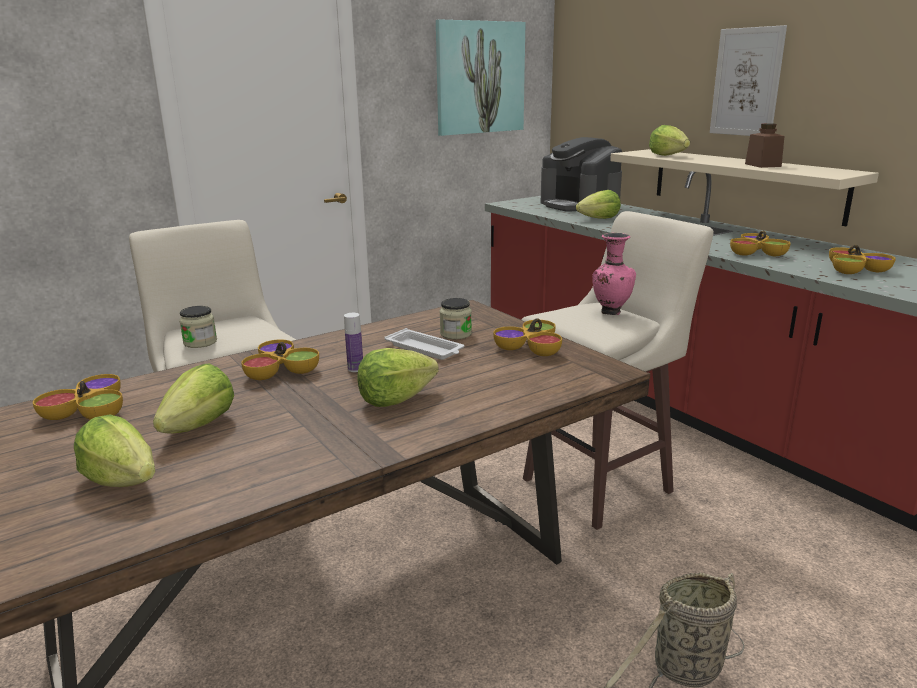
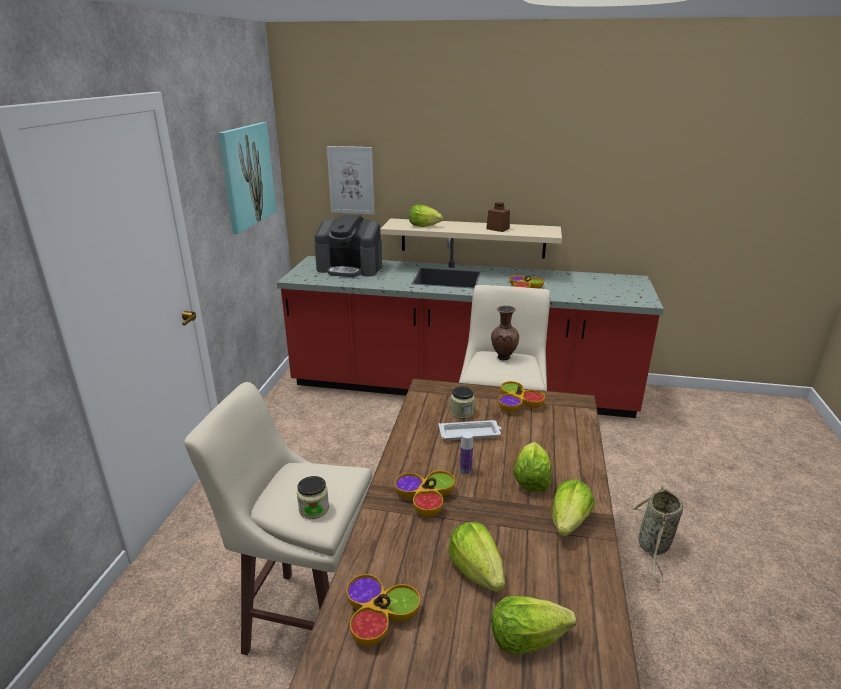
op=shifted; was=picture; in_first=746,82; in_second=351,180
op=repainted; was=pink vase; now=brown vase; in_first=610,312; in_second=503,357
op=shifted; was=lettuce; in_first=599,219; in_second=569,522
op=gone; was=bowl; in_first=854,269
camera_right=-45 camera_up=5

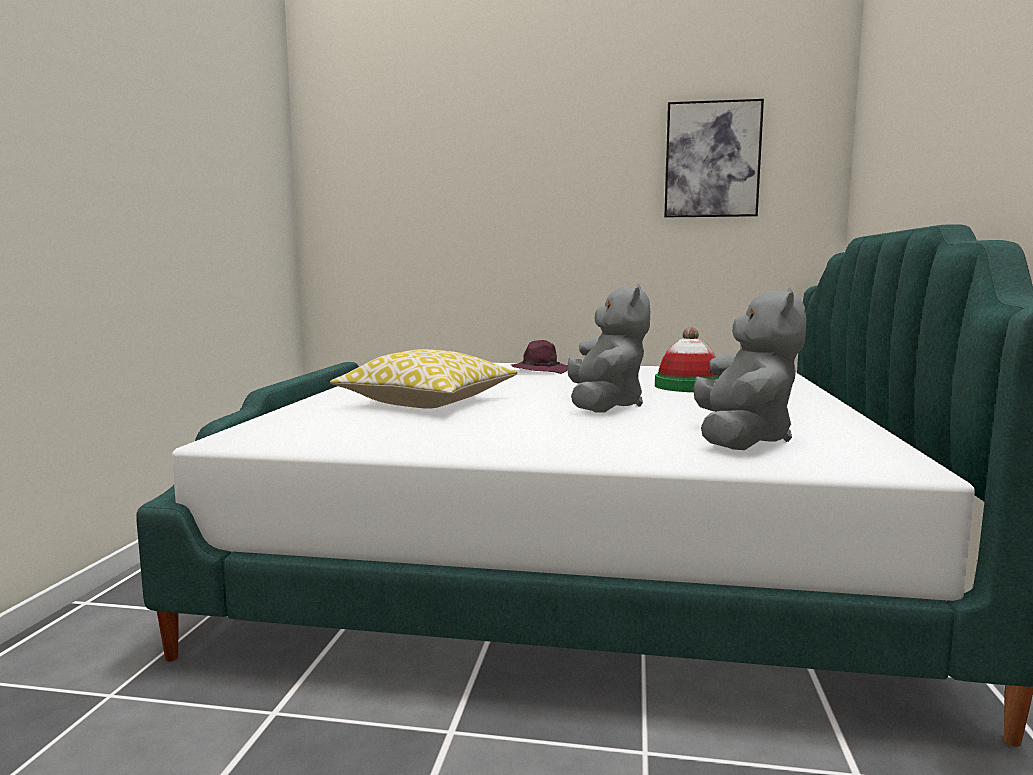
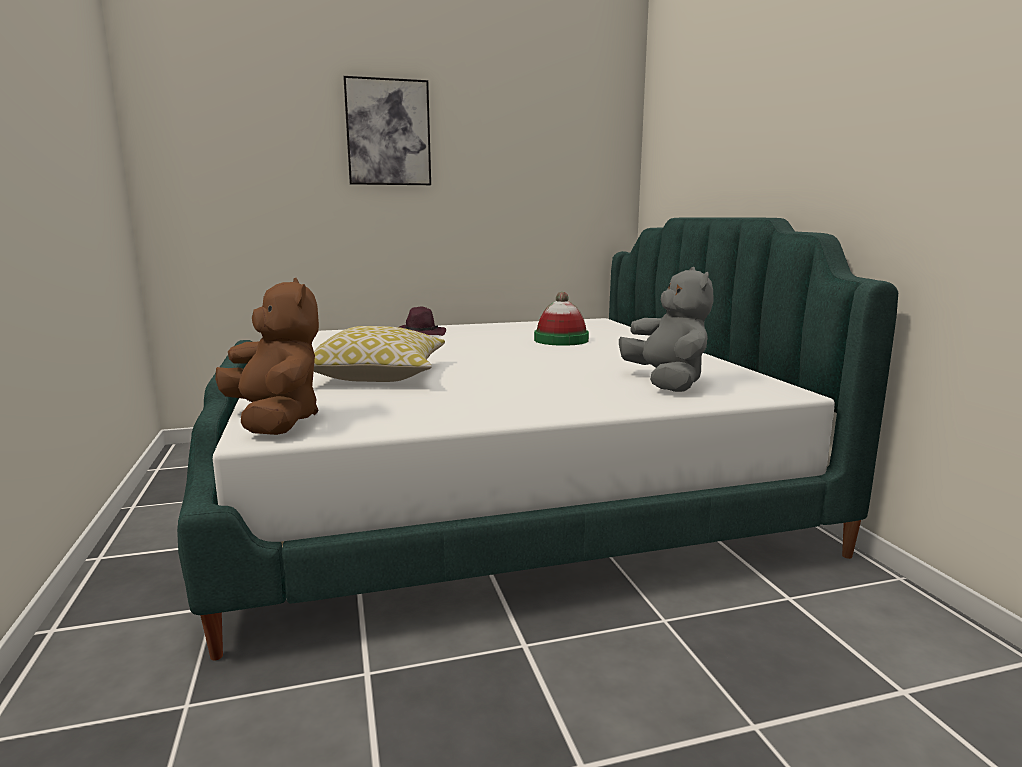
op=new; now=brown plush toy; in_second=275,421
op=shifted; was=picture; in_first=712,159; in_second=388,132
op=gone; was=grey plush toy; in_first=604,406
camera_right=-25 camera_up=5

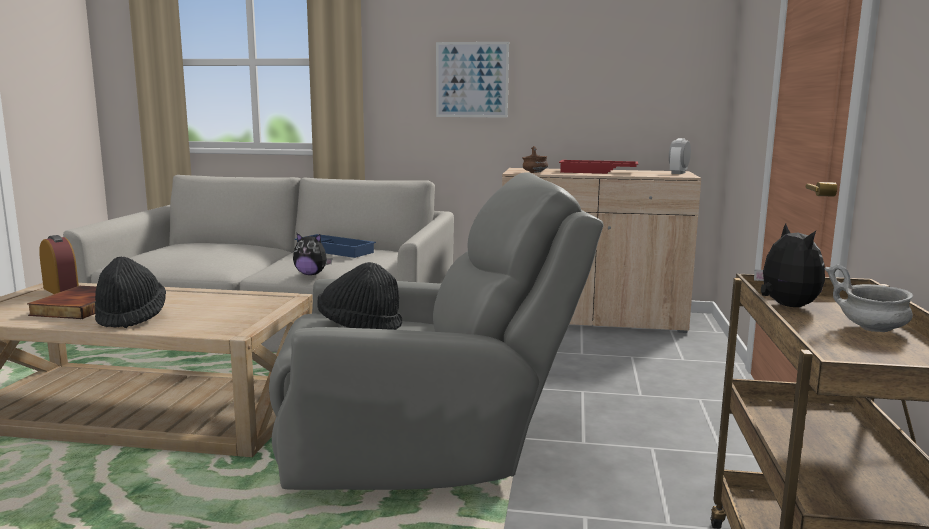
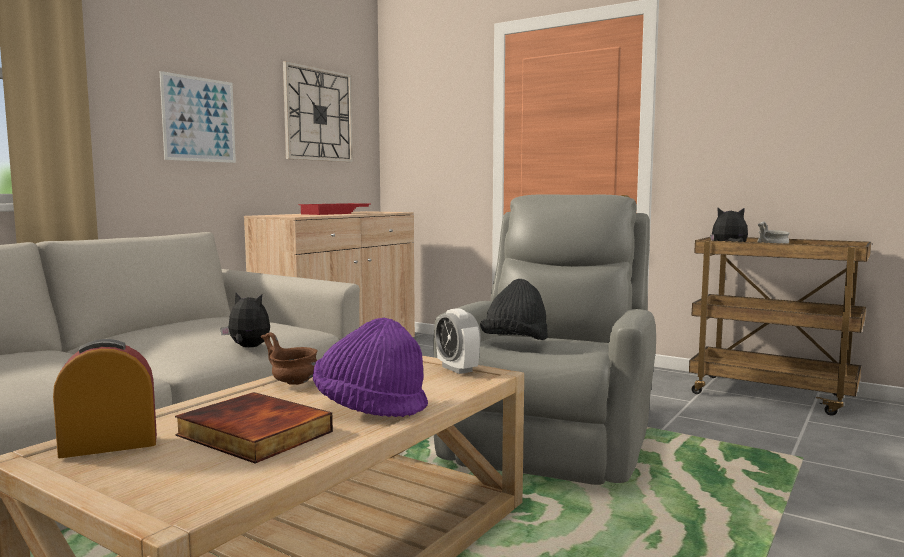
op=rotated; was=plush toy; in_first=311,274; in_second=248,348; clockwise=-105
op=shifted; was=brown bowl; in_first=534,172; in_second=293,382
op=new; now=wall clock; in_second=318,115
op=repainted; was=black hat; now=purple hat; in_first=131,317; in_second=370,406
op=shifted; was=alarm clock; in_first=678,173; in_second=457,369
op=gone; was=blue tray; in_first=336,250
camera_right=-65 camera_up=-5

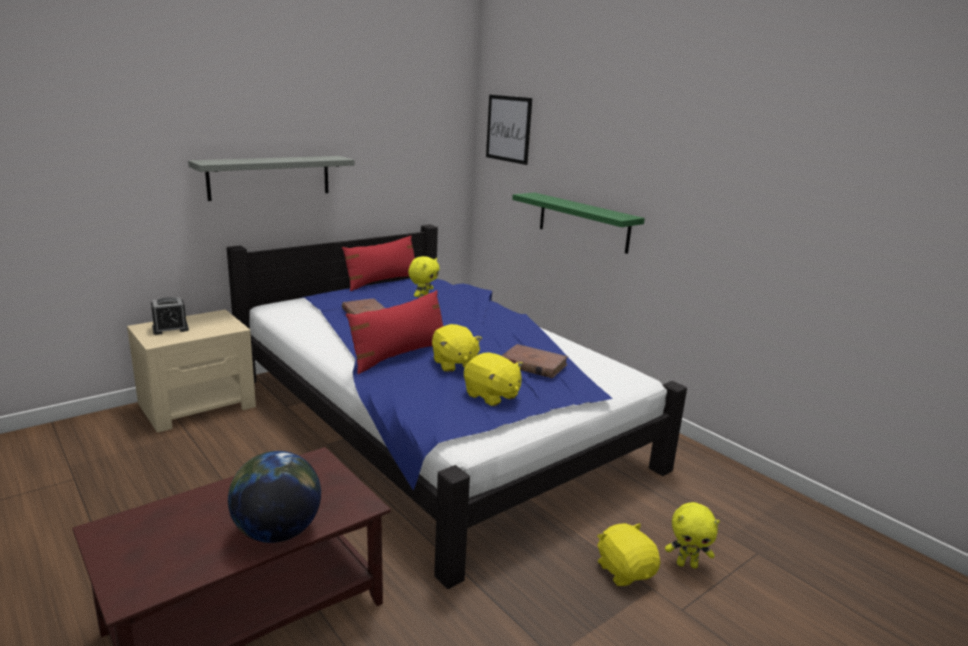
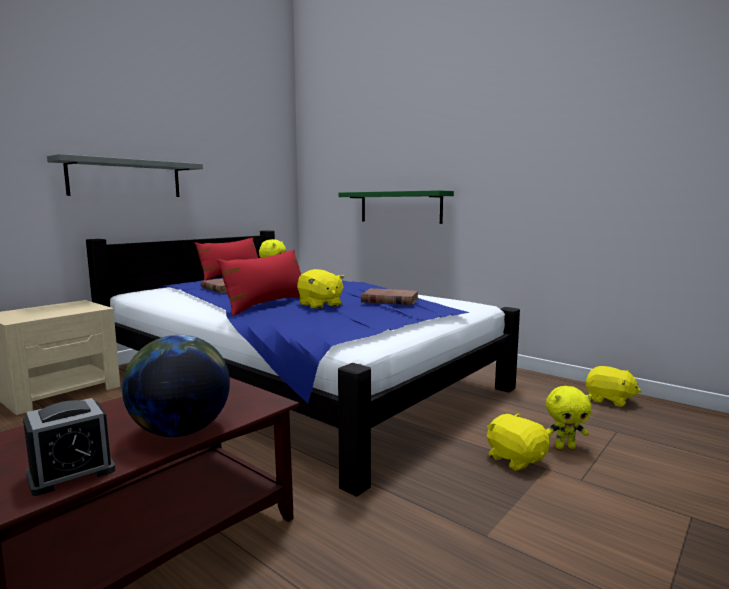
op=shifted; was=alarm clock; in_first=170,329; in_second=71,472
op=shifted; was=yellow plush toy; in_first=491,396; in_second=609,400
op=gone; was=picture; in_first=508,129
camera_right=-10 camera_up=-10

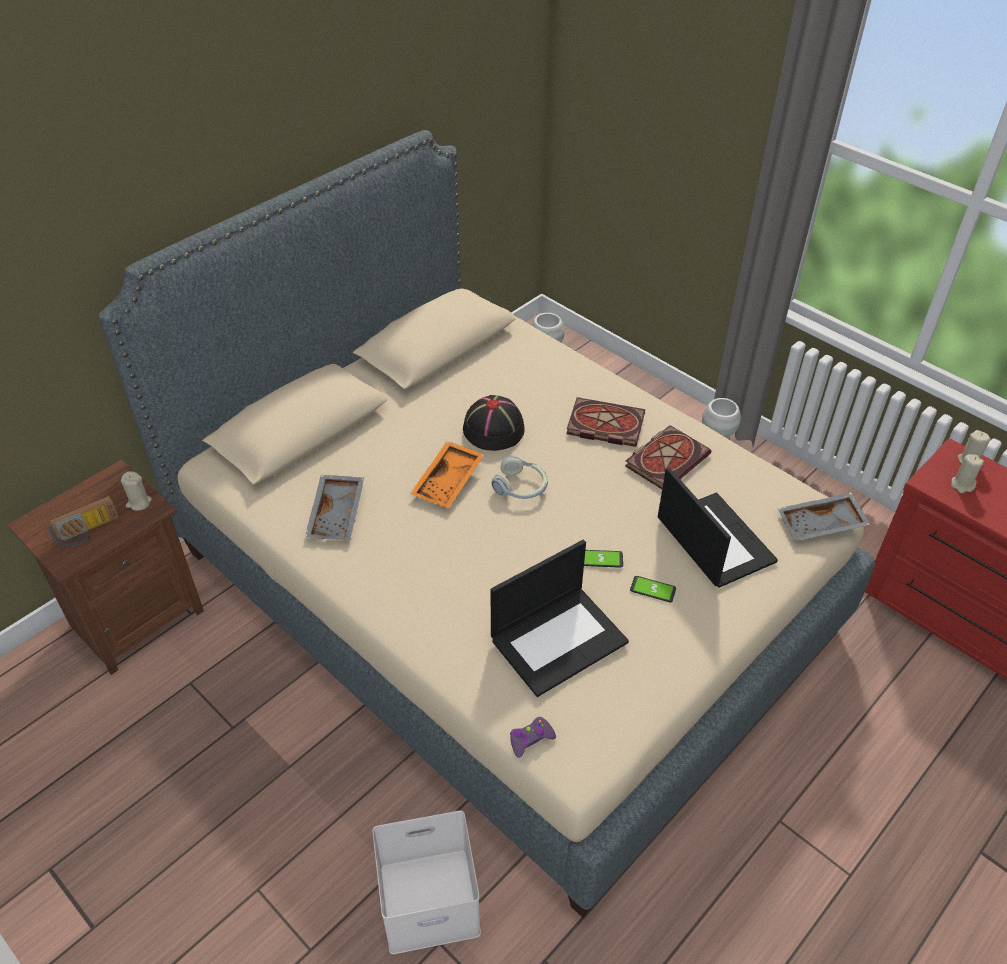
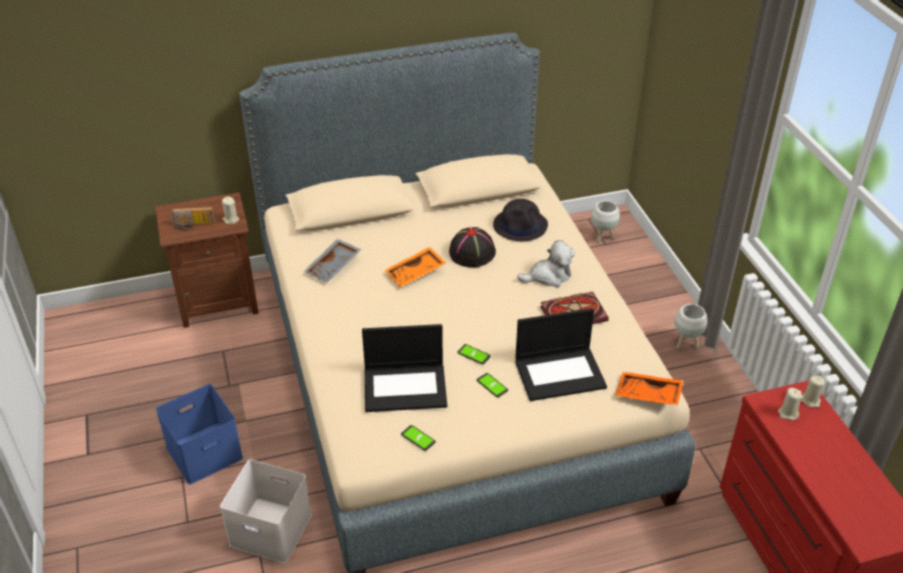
op=new; now=blue storage box; in_second=205,451
op=new; now=phone; in_second=418,438
op=new; now=black hat; in_second=520,225
op=rotated; was=laptop; in_first=713,540; in_second=560,373; clockwise=75
op=swapped; was=book; now=plush toy; in_first=603,425; in_second=548,276
op=repainted; was=grey tray; now=orange tray; in_first=821,525; in_second=648,395
op=gone; was=headphones; in_first=521,487
op=gone; was=purple game controller; in_first=530,739
camera_right=30 camera_up=-5

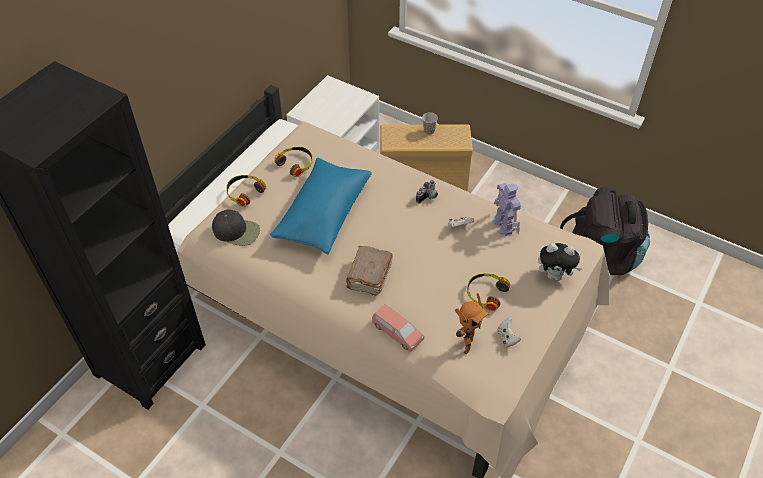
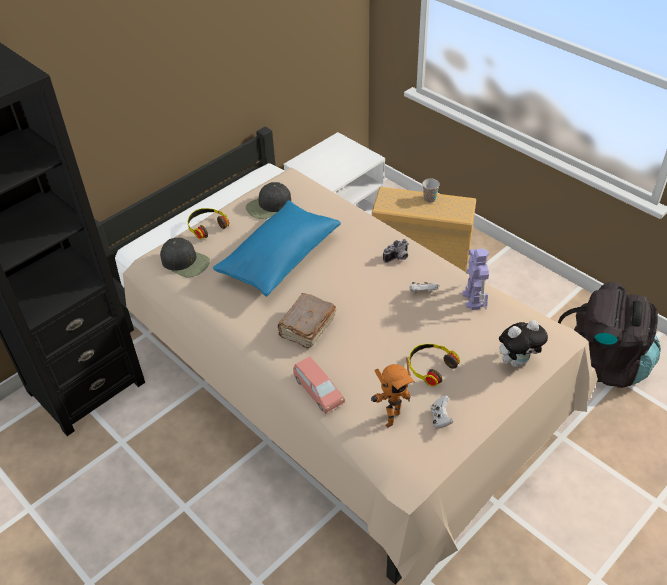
op=swapped; was=headphones; now=black cap; in_first=296,163; in_second=269,206
op=rotated; was=plush toy; in_first=555,275; in_second=517,361; clockwise=-45
camera_right=15 camera_up=-5

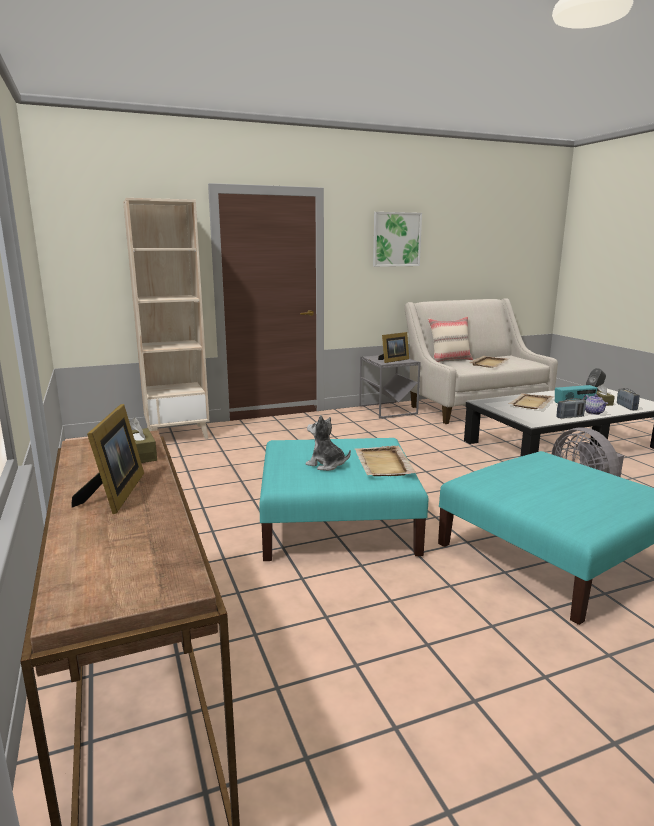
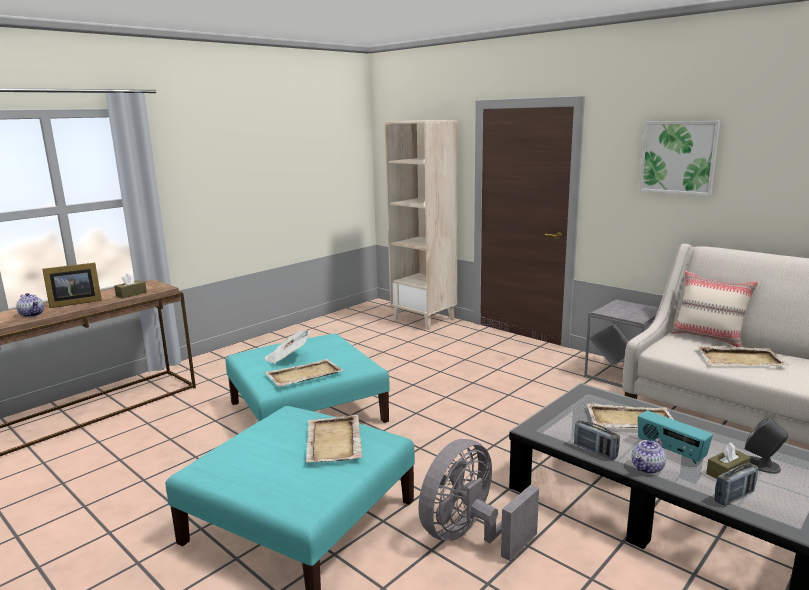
op=new; now=teapot; in_second=32,314
op=swapped; was=plush toy; now=newspaper; in_first=326,465; in_second=287,358
op=new; now=beige tray; in_second=333,442
op=gone; was=picture frame; in_first=393,360
camera_right=65 camera_up=0

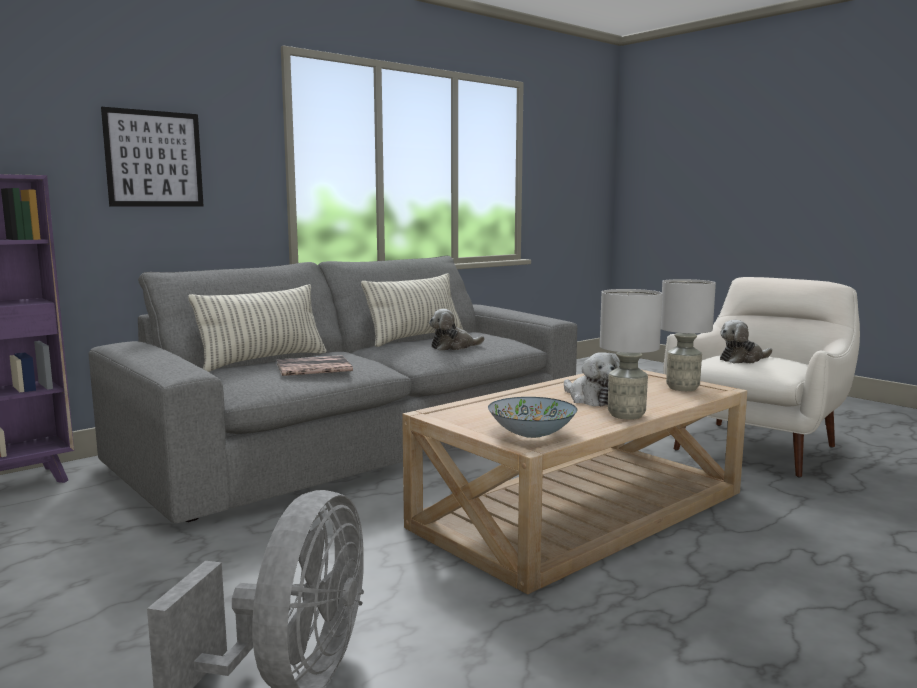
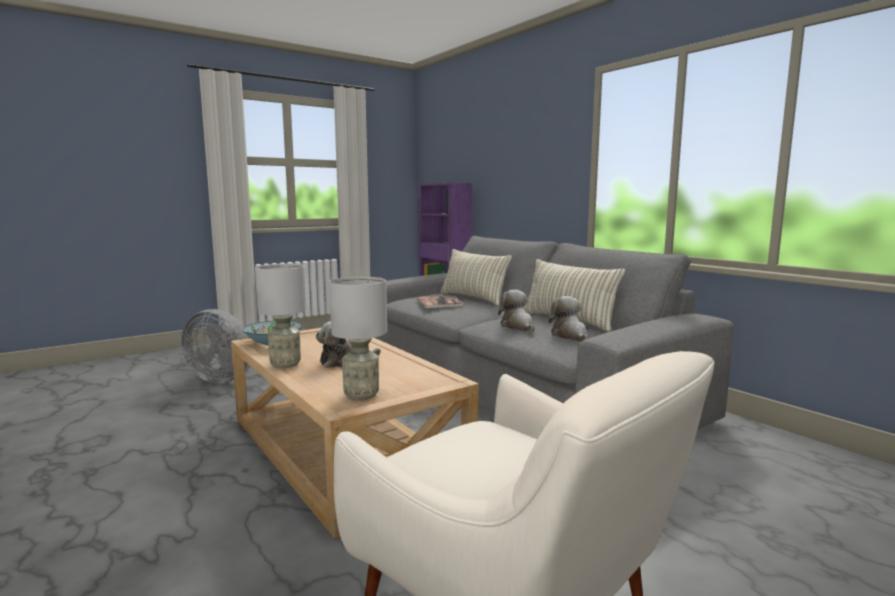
op=shifted; was=plush toy; in_first=742,359; in_second=570,335
op=gone; was=picture; in_first=154,159
camera_right=95 camera_up=0

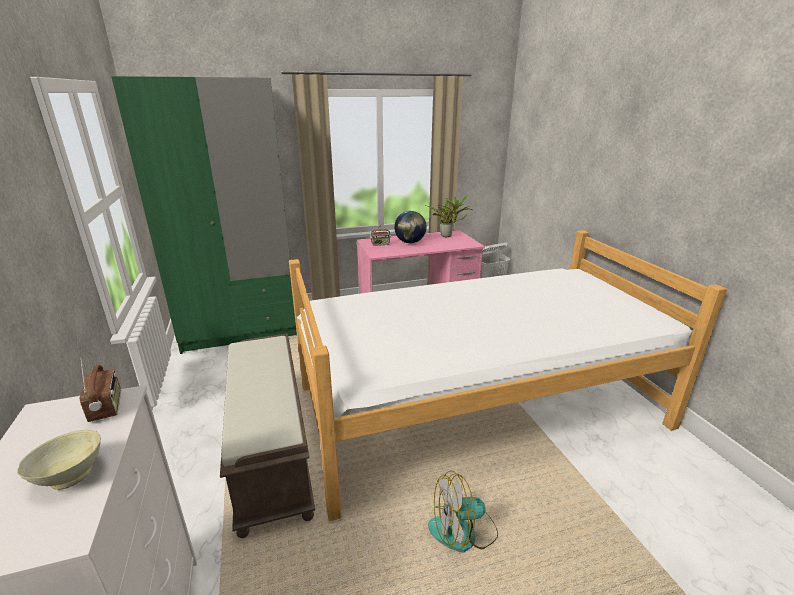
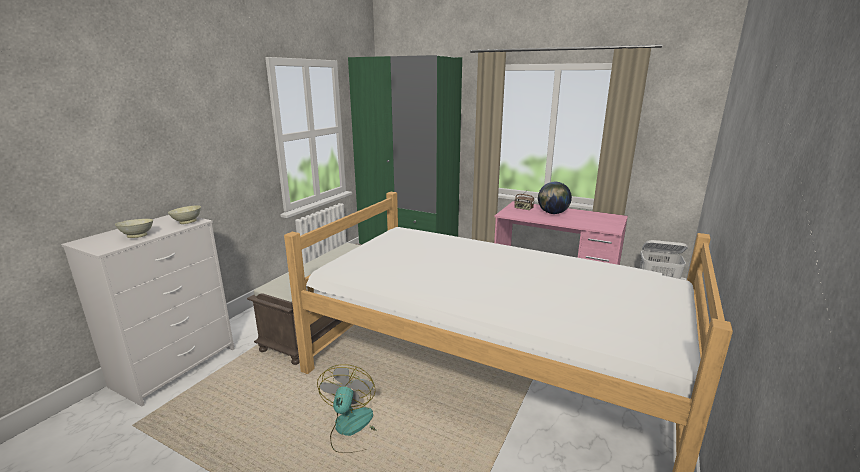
op=swapped; was=radio; now=beige bowl; in_first=107,407; in_second=187,222
op=rotated; was=fan; in_first=463,532; in_second=352,429; clockwise=60
op=gone; was=potted plant; in_first=448,236
camera_right=45 camera_up=-5

